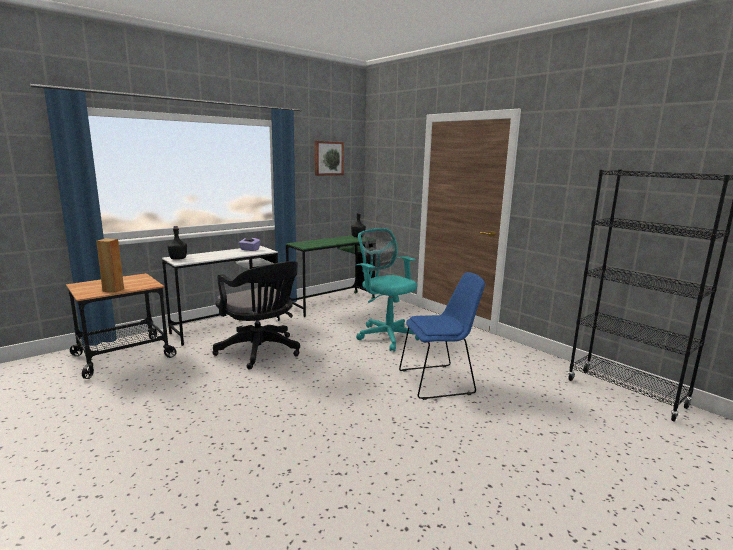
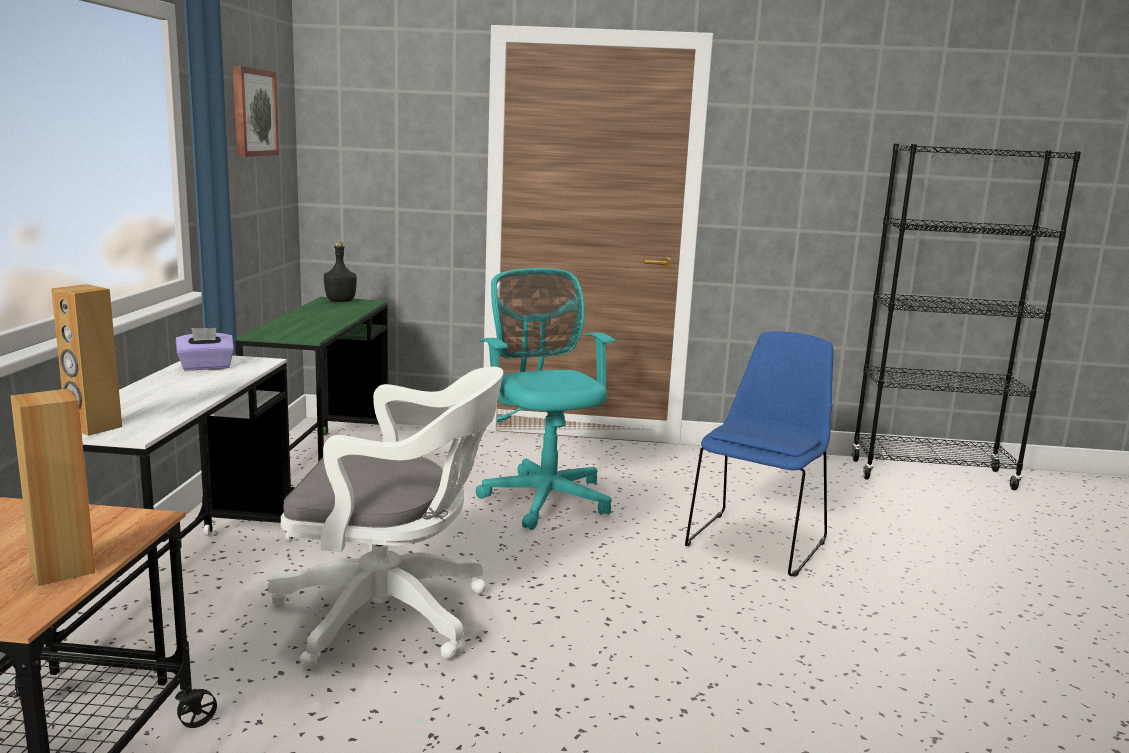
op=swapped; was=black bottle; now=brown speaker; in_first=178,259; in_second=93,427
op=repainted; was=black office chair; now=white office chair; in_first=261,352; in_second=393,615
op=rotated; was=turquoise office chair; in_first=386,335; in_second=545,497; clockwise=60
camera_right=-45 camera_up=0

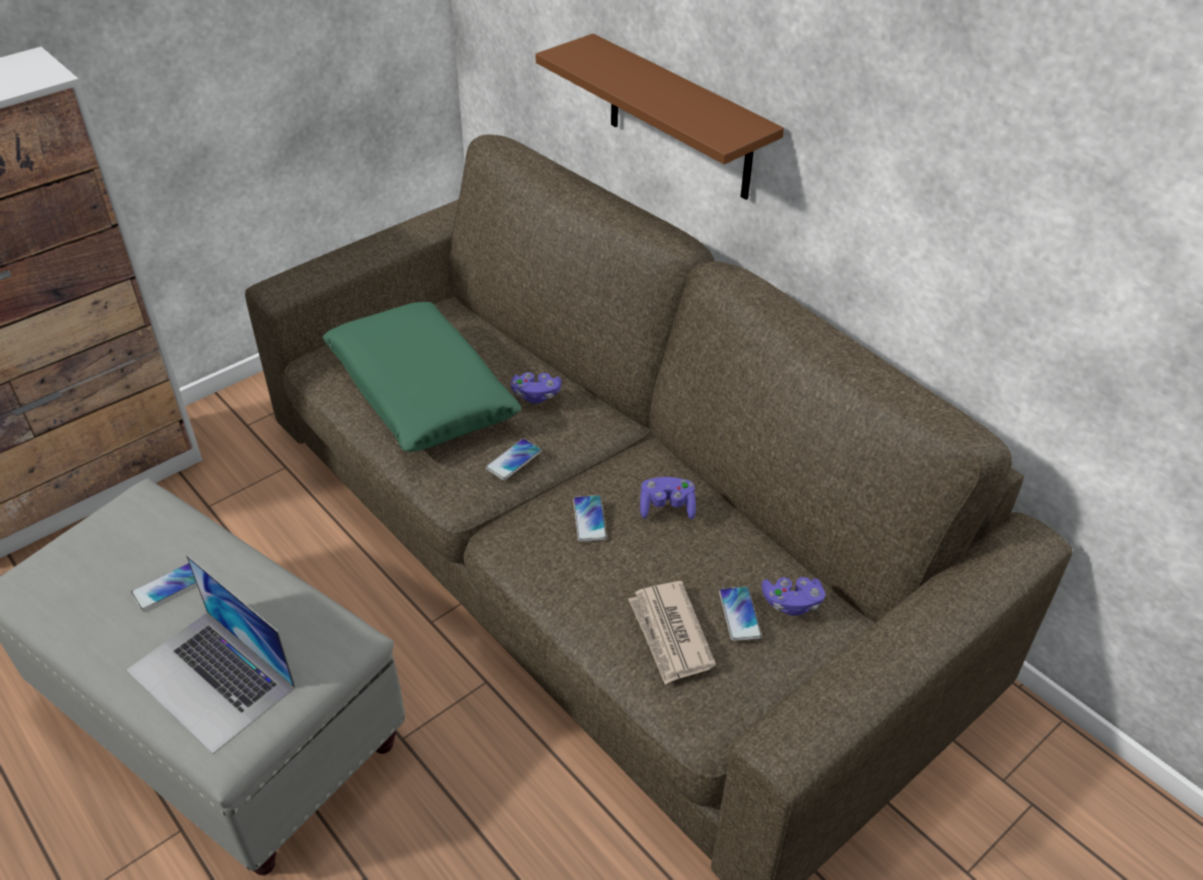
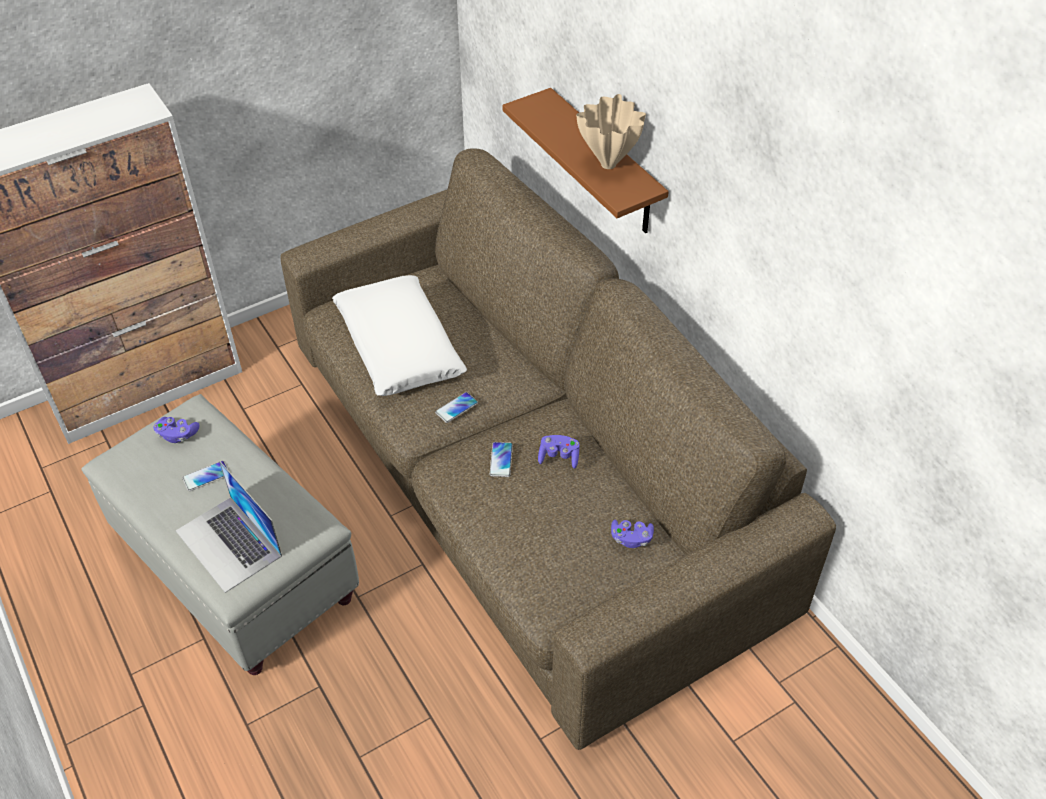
op=shifted; was=purple game controller; in_first=536,395; in_second=177,435
op=repainted; was=green pillow; now=white pillow; in_first=420,392; in_second=398,346
op=new; now=beige vase; in_second=608,165
op=gone; was=newspaper; in_first=670,634
op=gone; was=phone; in_first=739,614
camera_right=10 camera_up=5

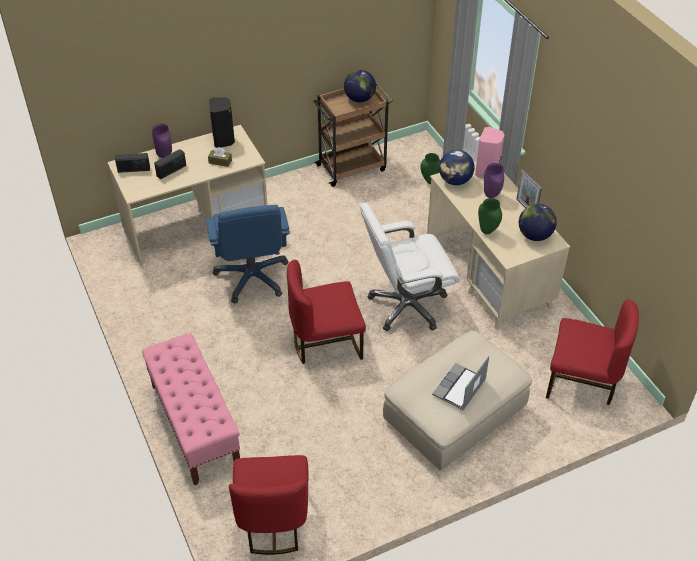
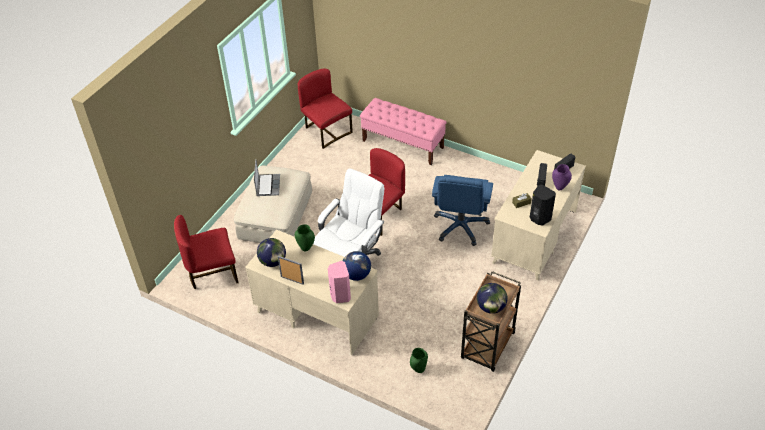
op=rotated; was=blue office chair; in_first=252,277; in_second=460,226; clockwise=-120
op=gone; was=purple vase; in_first=491,195
camera_right=145 camera_up=0

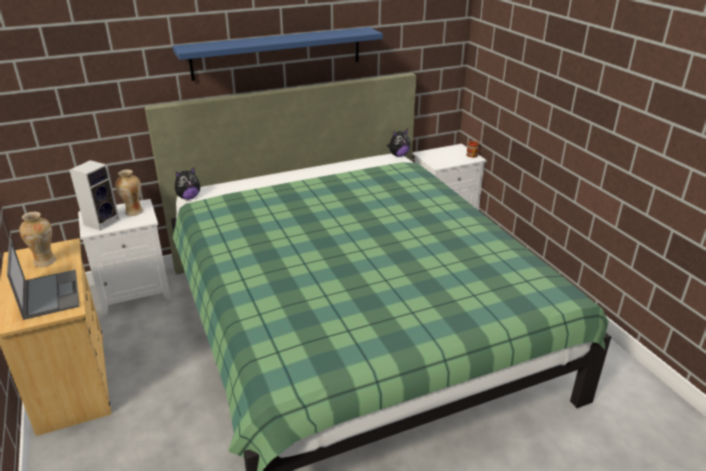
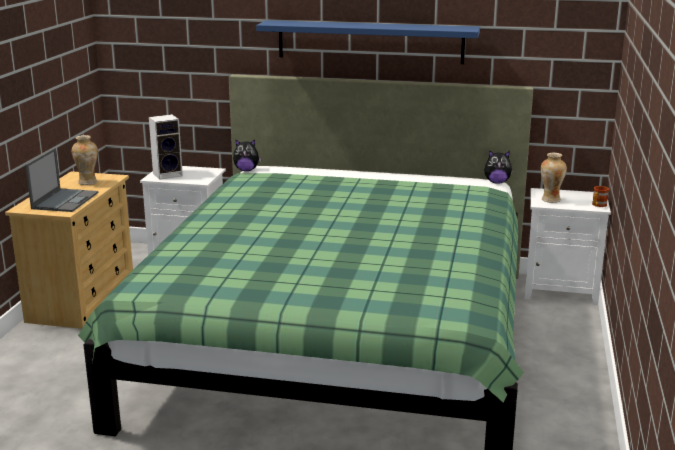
op=shifted; was=vase; in_first=133,212; in_second=550,200
camera_right=35 camera_up=-10

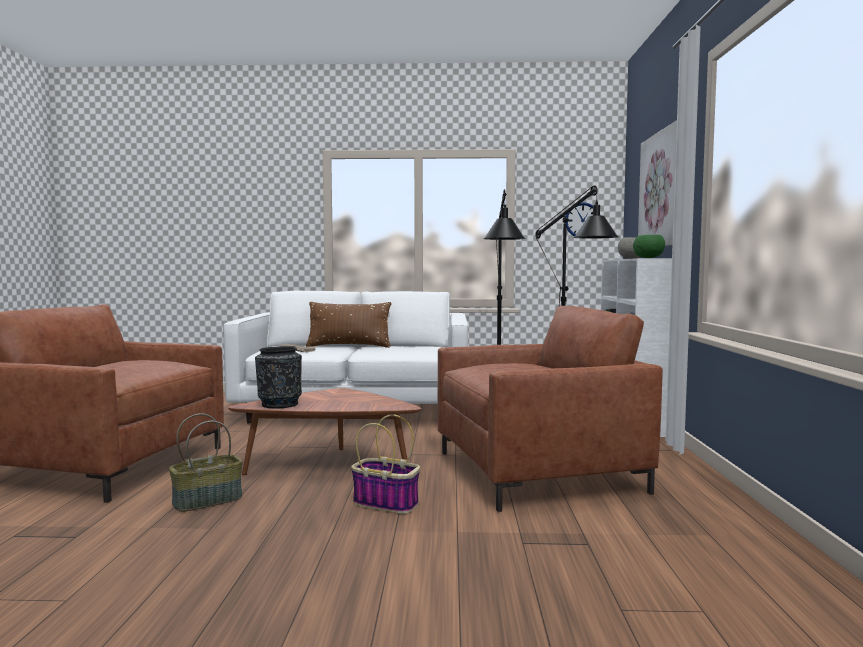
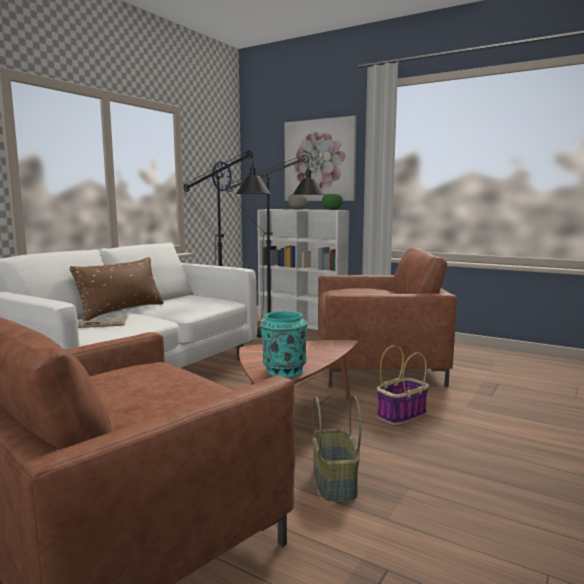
op=repainted; was=black vase; now=turquoise vase; in_first=279,404; in_second=284,371
op=rotated; was=brown armchair; in_first=537,472; in_second=377,365; clockwise=75
camera_right=-60 camera_up=5

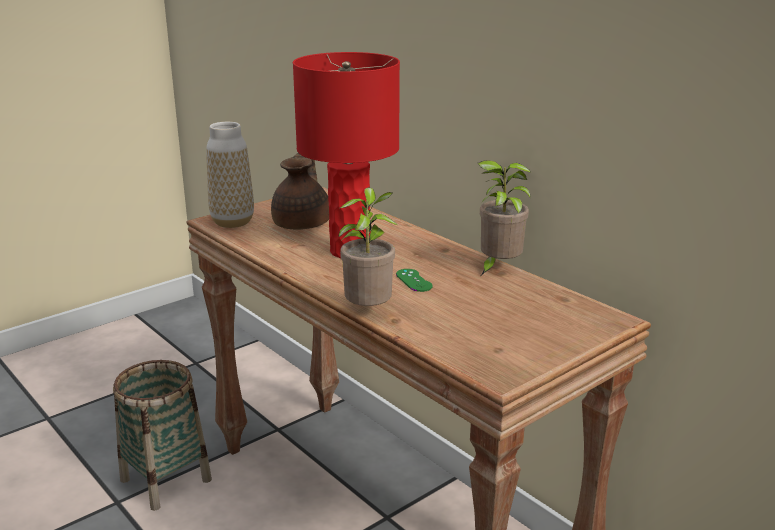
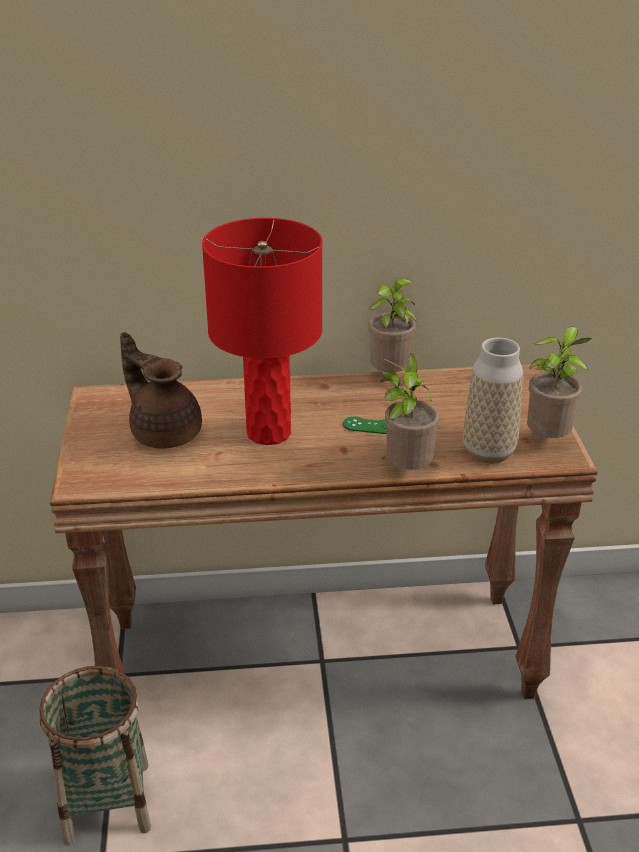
op=shifted; was=vase; in_first=232,222; in_second=488,452
op=new; now=potted plant; in_second=548,440
camera_right=-55 camera_up=10

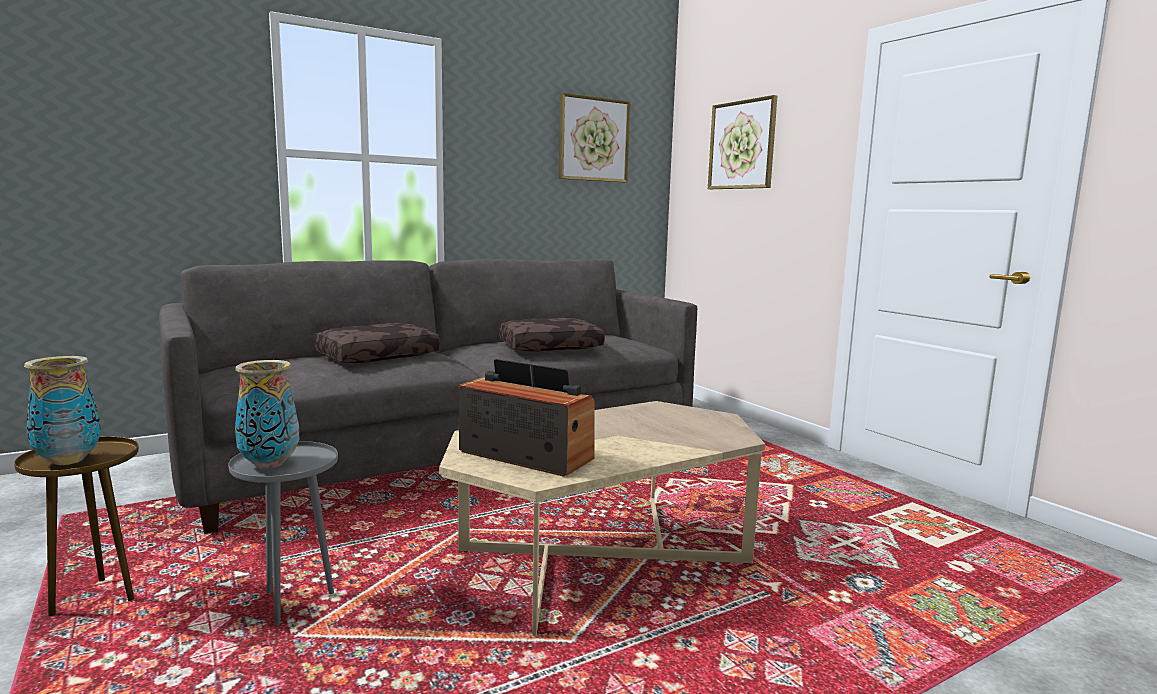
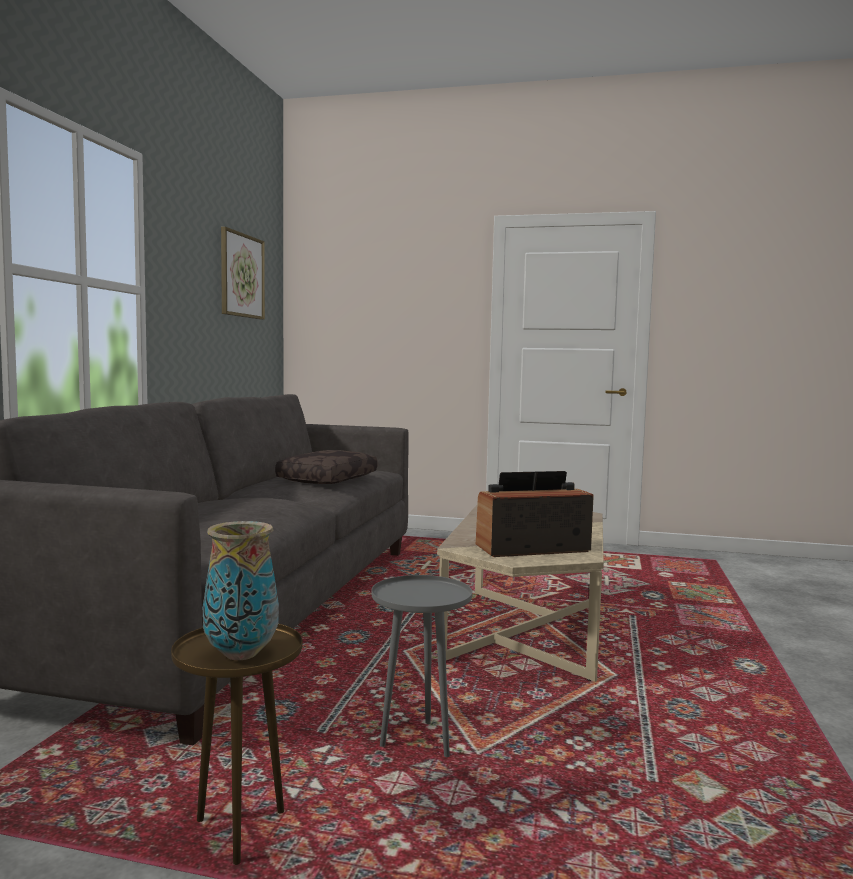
op=gone; was=vase; in_first=270,464
op=gone; was=brown pillow; in_first=377,356
op=gone; was=picture; in_first=742,145
camera_right=-45 camera_up=-5

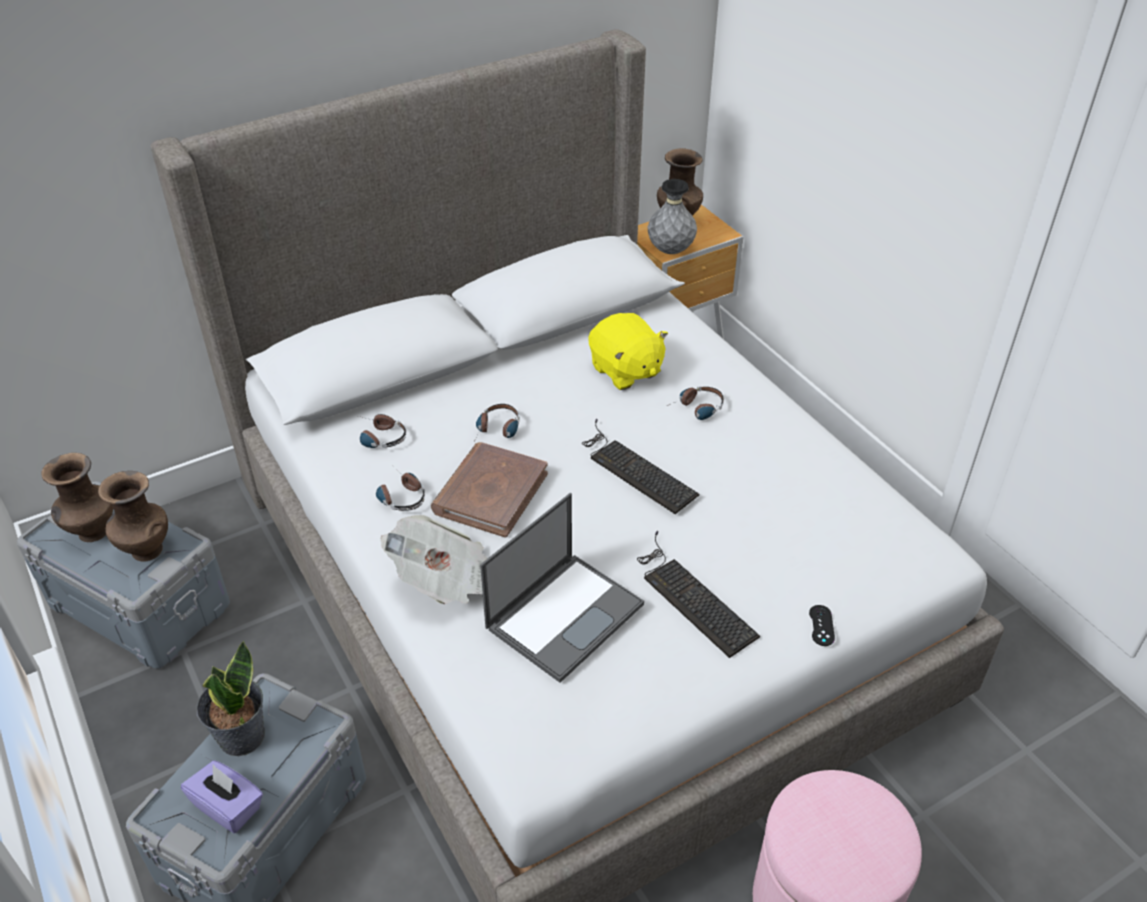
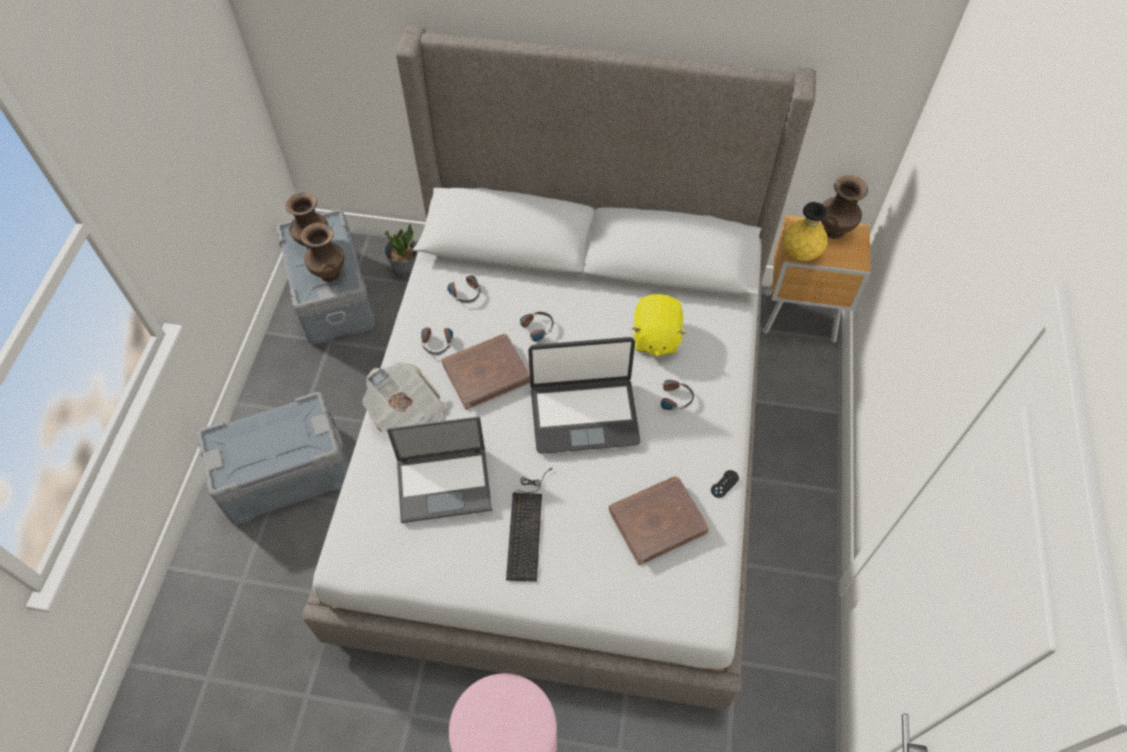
op=shifted; was=potted plant; in_first=241,736; in_second=405,269
op=swapped; was=keyboard; now=laptop; in_first=634,468; in_second=584,414
op=new; now=brown book; in_second=657,521
op=shifted; was=black game controller; in_first=821,625; in_second=724,484
op=repainted; was=grey vase; now=yellow vase; in_first=670,251; in_second=800,254
op=gone; was=purple tissue box; in_first=228,807
camera_right=40 camera_up=15

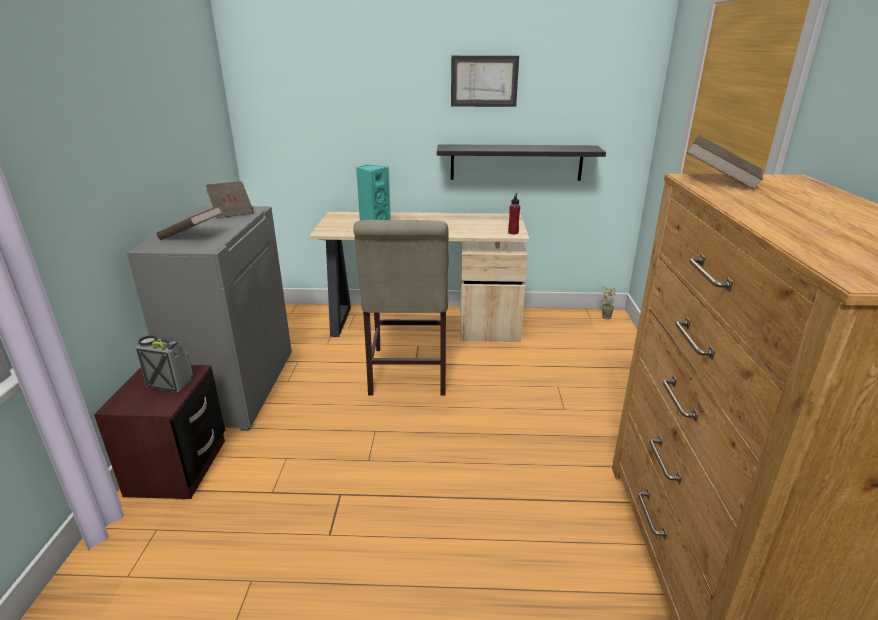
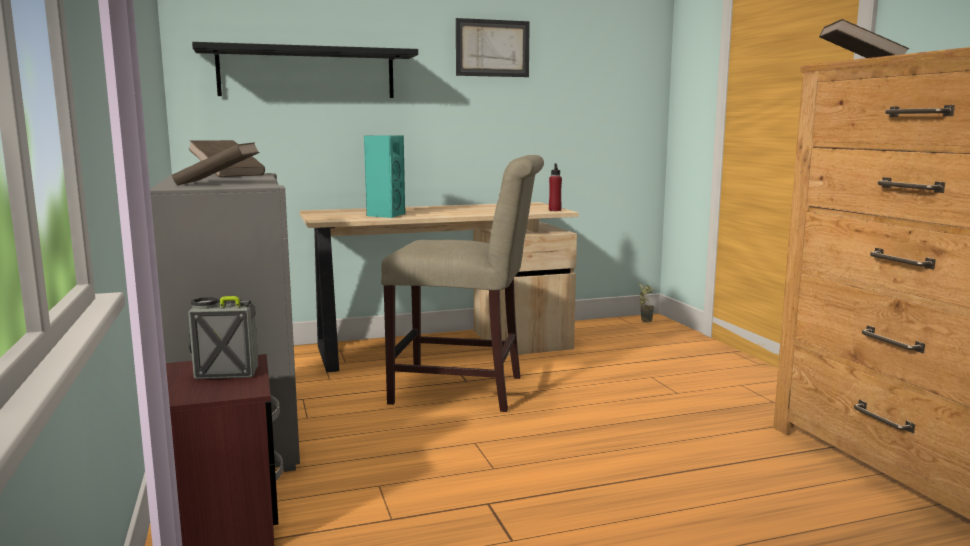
op=shifted; was=black shelf; in_first=516,162; in_second=307,73
op=rotated; was=beige chair; in_first=407,374; in_second=466,390; clockwise=-60
camera_right=-20 camera_up=-15

